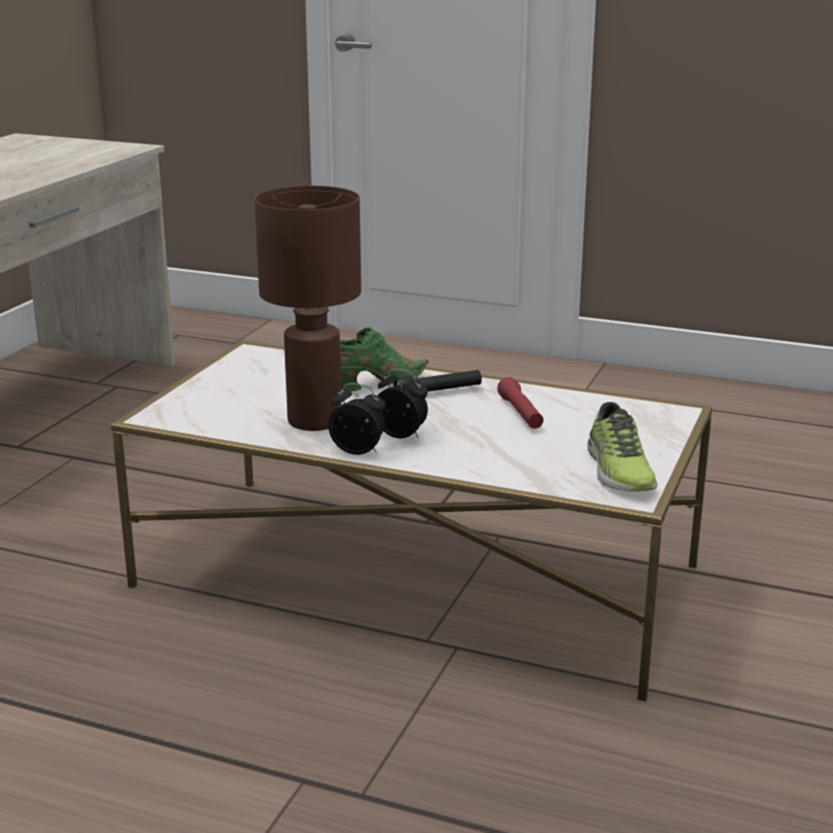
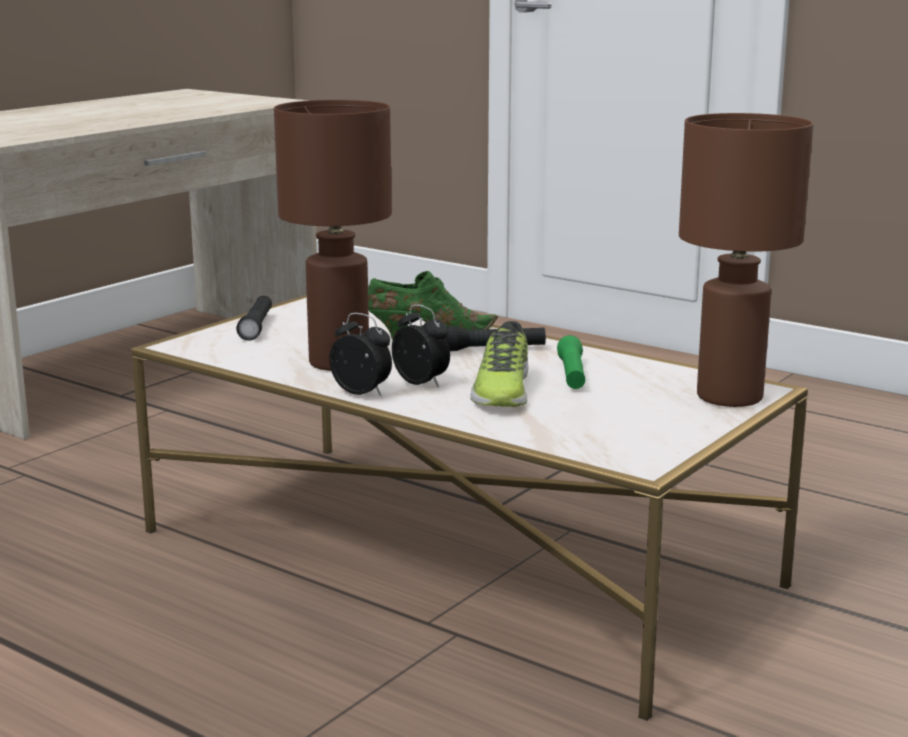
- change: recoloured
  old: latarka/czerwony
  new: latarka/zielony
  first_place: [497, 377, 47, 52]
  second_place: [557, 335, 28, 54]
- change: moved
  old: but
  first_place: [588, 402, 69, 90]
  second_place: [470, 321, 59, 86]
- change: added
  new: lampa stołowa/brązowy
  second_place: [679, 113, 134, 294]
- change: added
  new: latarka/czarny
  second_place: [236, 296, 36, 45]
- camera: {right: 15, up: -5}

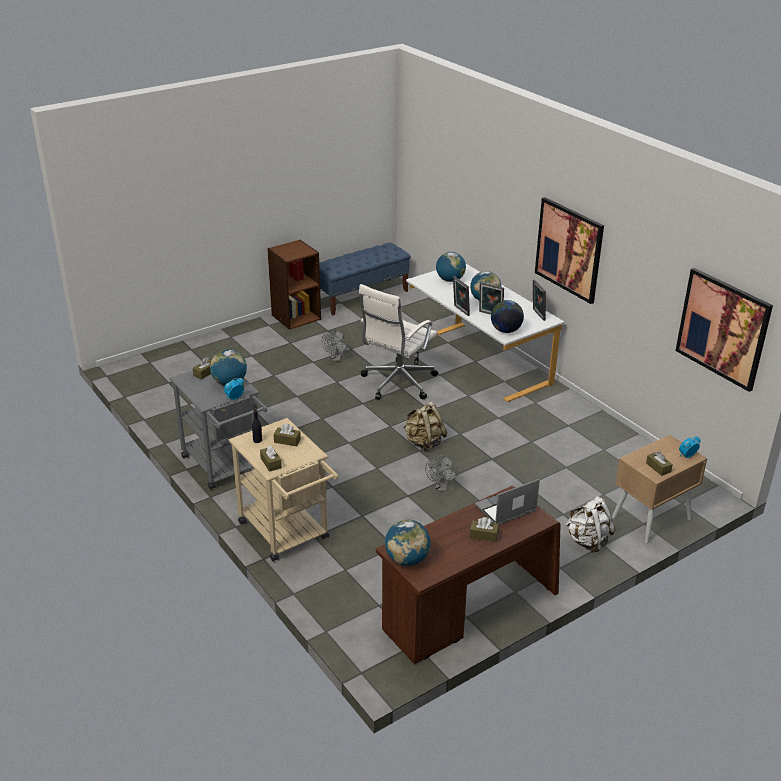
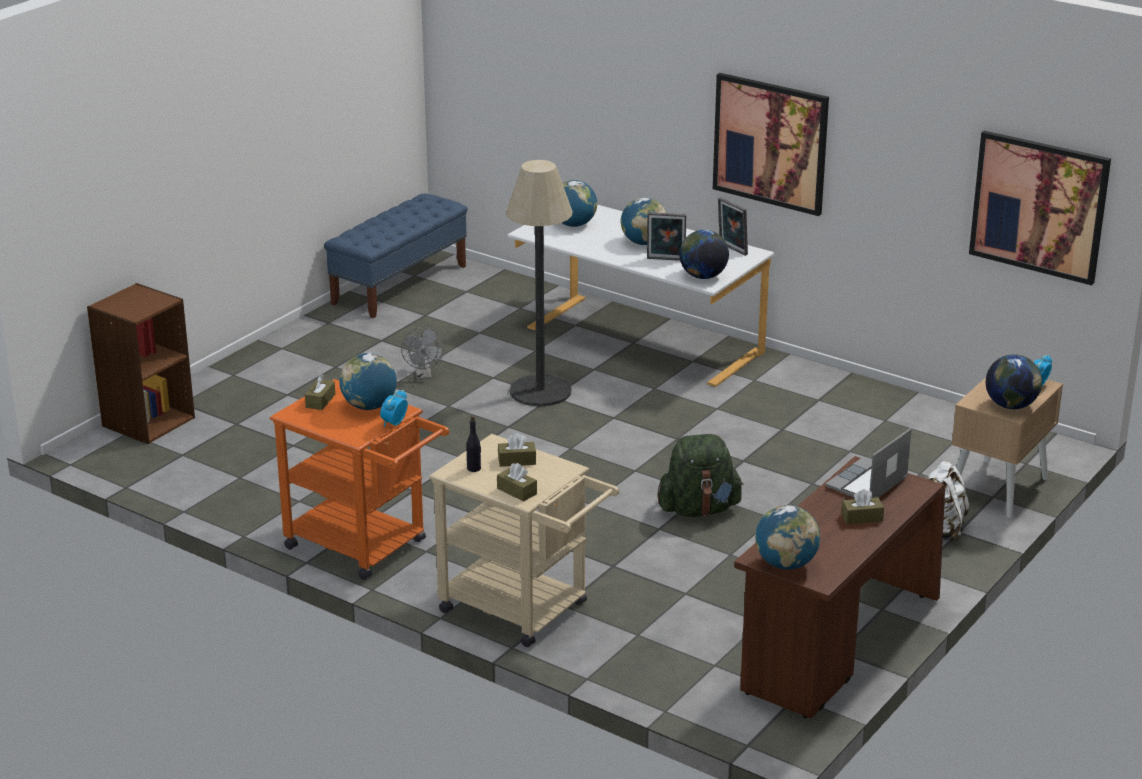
- change: moved
  old: regał/brązowy
  first_place: [267, 240, 54, 90]
  second_place: [87, 283, 108, 161]
- change: removed
  old: ramka na zdjęcie
  first_place: [453, 276, 17, 40]
- change: replaced
  old: krzesło biurowe/biały
  new: lampa stojąca
  first_place: [359, 284, 79, 116]
  second_place: [505, 160, 68, 246]
- change: recoloured
  old: wózek/szary
  new: wózek/pomarańczowy
  first_place: [170, 370, 97, 119]
  second_place: [270, 379, 179, 201]
- change: removed
  old: plecak/beżowy
  first_place: [403, 402, 44, 49]
- change: replaced
  old: pudełko chusteczek/brązowy
  new: globus
  first_place: [646, 452, 27, 24]
  second_place: [986, 354, 56, 55]
- change: replaced
  old: wentylator/szary
  new: plecak/zielony
  first_place: [425, 455, 33, 37]
  second_place: [657, 434, 87, 83]
- camera: {right: -20, up: -5}

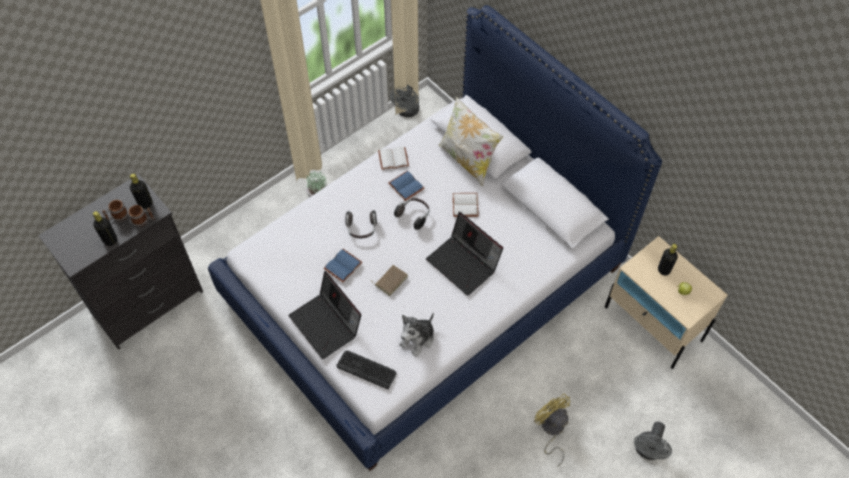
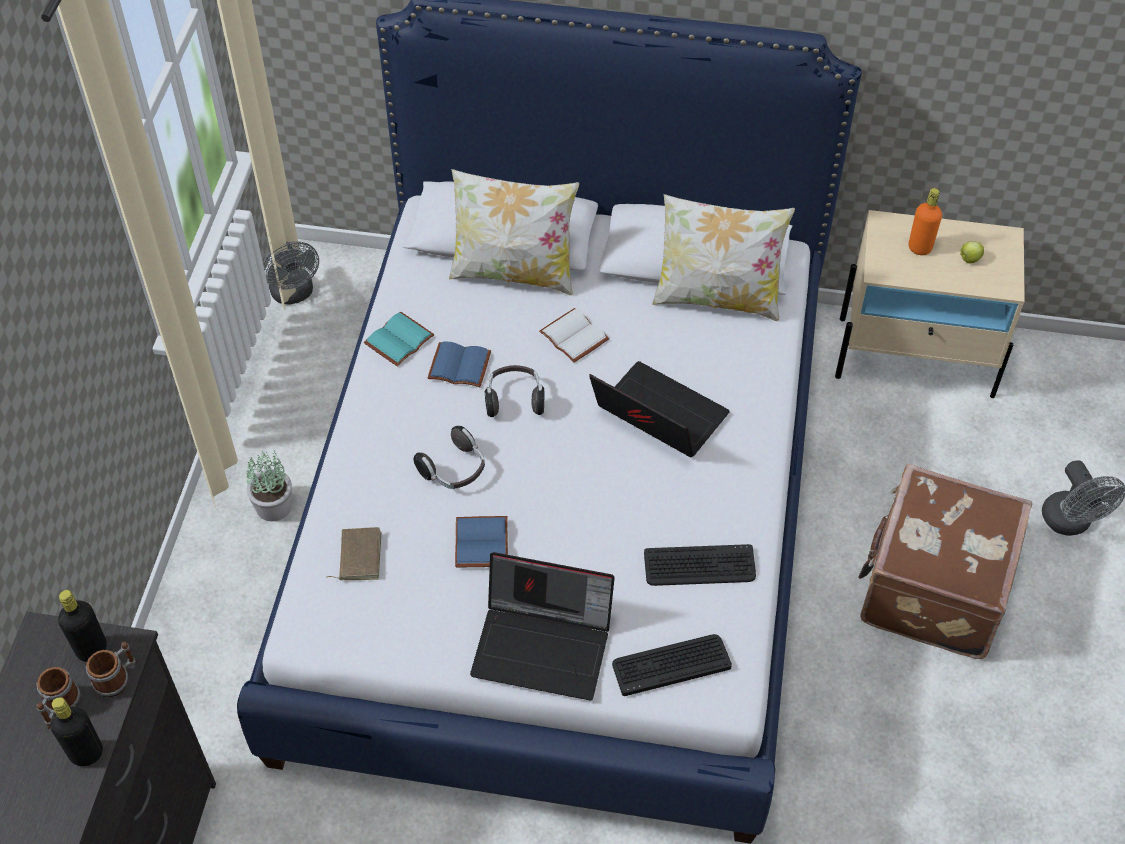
- change: recoloured
  old: książka/biały
  new: książka/turkusowy
  first_place: [378, 147, 31, 23]
  second_place: [364, 312, 70, 55]
- change: turned
  old: laptop
  first_place: [426, 212, 77, 84]
  second_place: [589, 361, 141, 96]
  degrees: -150
- change: recoloured
  old: butelka/czarny
  new: butelka/pomarańczowy
  first_place: [658, 244, 20, 32]
  second_place: [909, 188, 33, 67]
- change: moved
  old: książka/brązowy
  first_place: [370, 265, 38, 31]
  second_place: [327, 527, 54, 53]
- change: replaced
  old: pluszak
  new: klawiatura
  first_place: [399, 313, 35, 44]
  second_place: [644, 544, 112, 42]
- change: replaced
  old: wentylator/żółty
  new: walizka/brązowy
  first_place: [534, 393, 36, 73]
  second_place: [858, 464, 174, 195]
- change: added
  new: poduszka
  second_place: [652, 194, 143, 127]
- camera: {right: -40, up: -5}

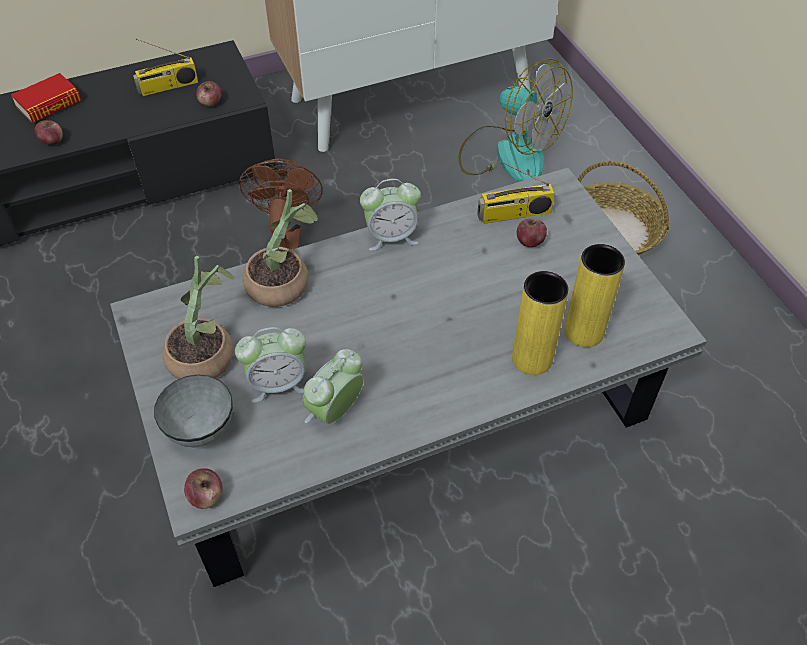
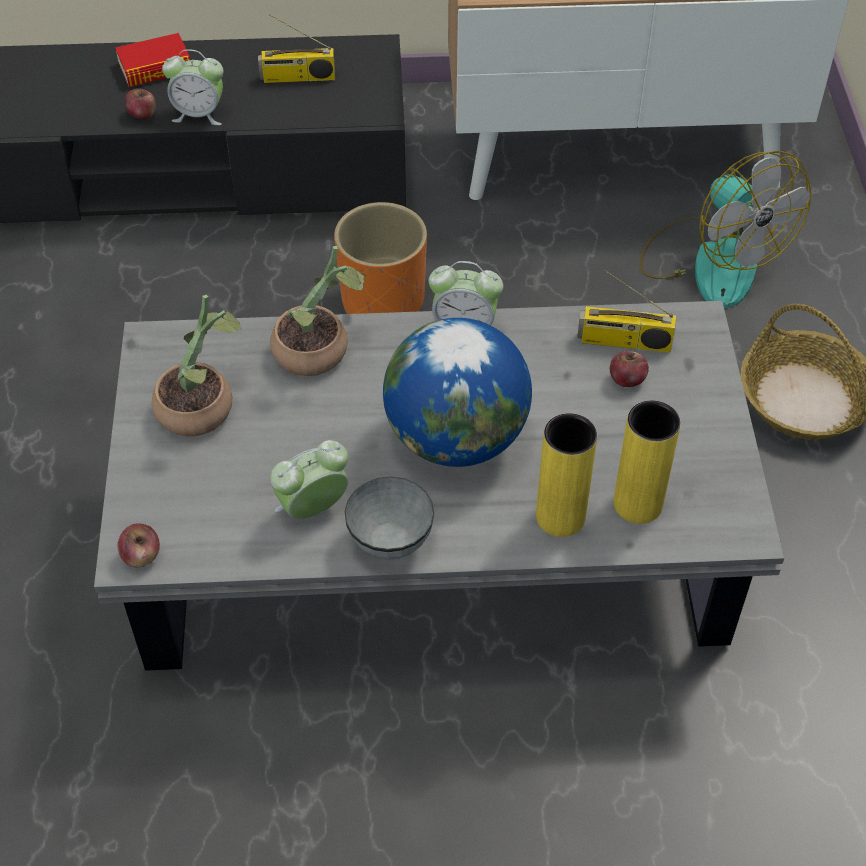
- change: removed
  old: jabłko
  first_place: [196, 81, 25, 26]
- change: replaced
  old: wentylator/brązowy
  new: donica/pomarańczowy
  first_place: [239, 159, 84, 91]
  second_place: [334, 202, 93, 112]
- change: moved
  old: budzik
  first_place: [235, 327, 71, 76]
  second_place: [162, 49, 61, 76]
- change: moved
  old: miska/szary
  first_place: [154, 374, 79, 73]
  second_place: [345, 477, 89, 83]
- change: added
  new: globus
  second_place: [383, 318, 149, 149]
- camera: {right: 20, up: 0}

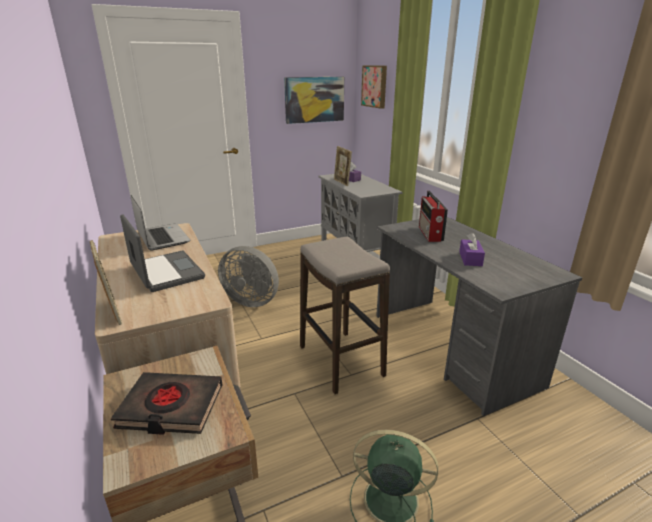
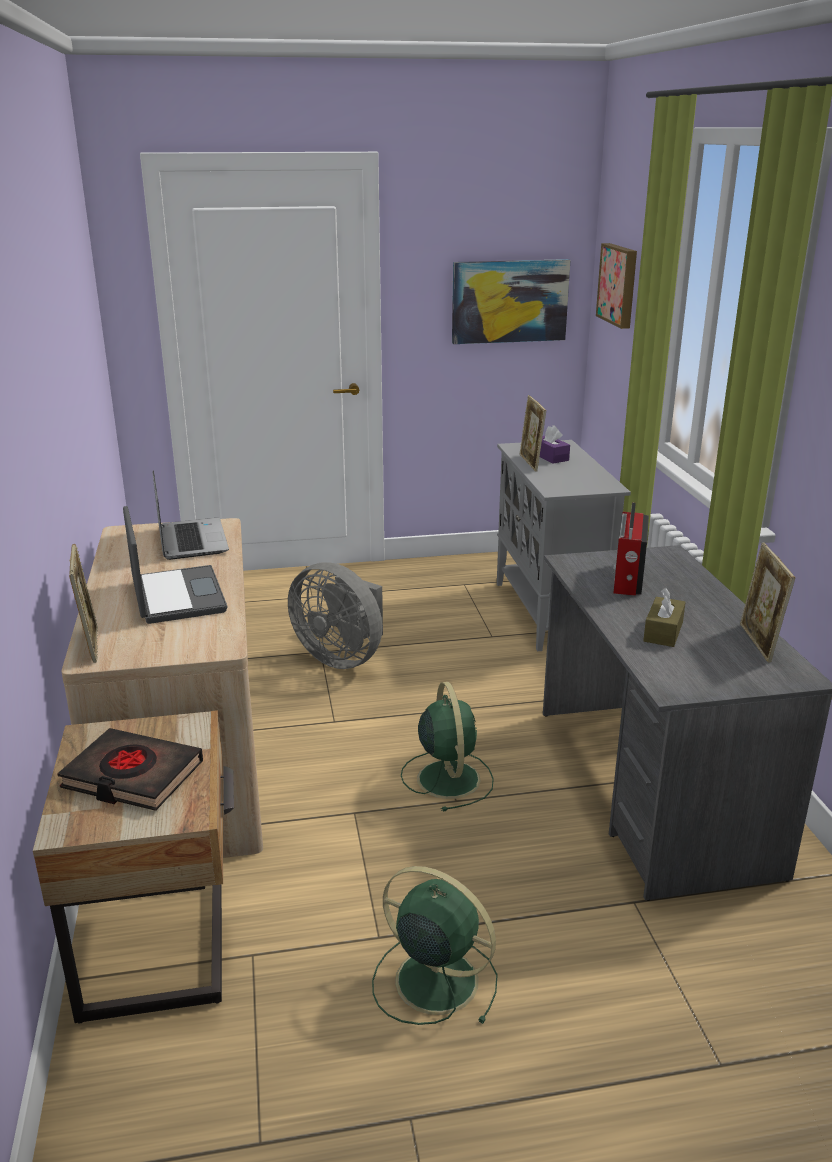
- change: recoloured
  old: pudełko chusteczek/fioletowy
  new: pudełko chusteczek/brązowy
  first_place: [459, 233, 26, 33]
  second_place: [643, 588, 43, 59]
- change: replaced
  old: stołek
  new: wentylator/zielony
  first_place: [300, 237, 90, 157]
  second_place: [401, 682, 93, 129]
- change: added
  new: ramka na zdjęcie
  second_place: [740, 543, 55, 120]
- camera: {right: 15, up: 0}

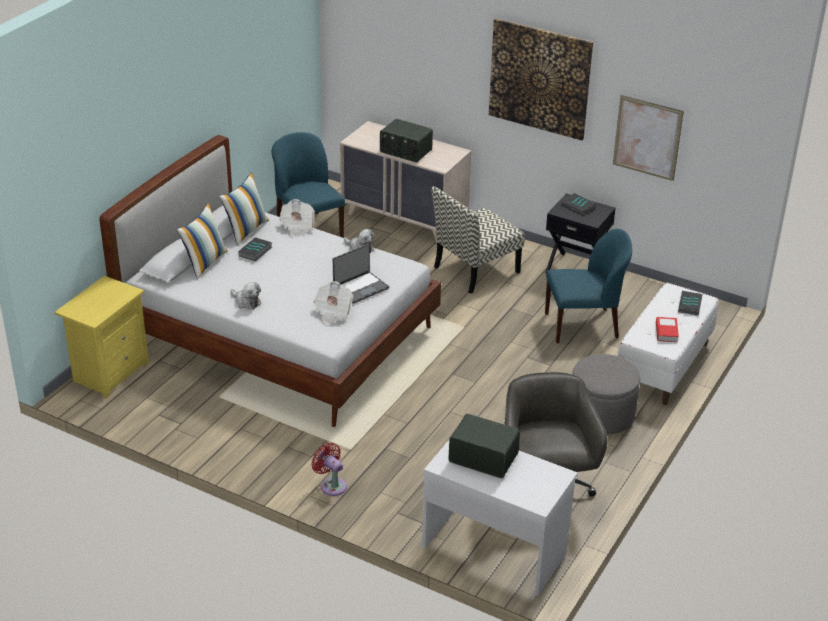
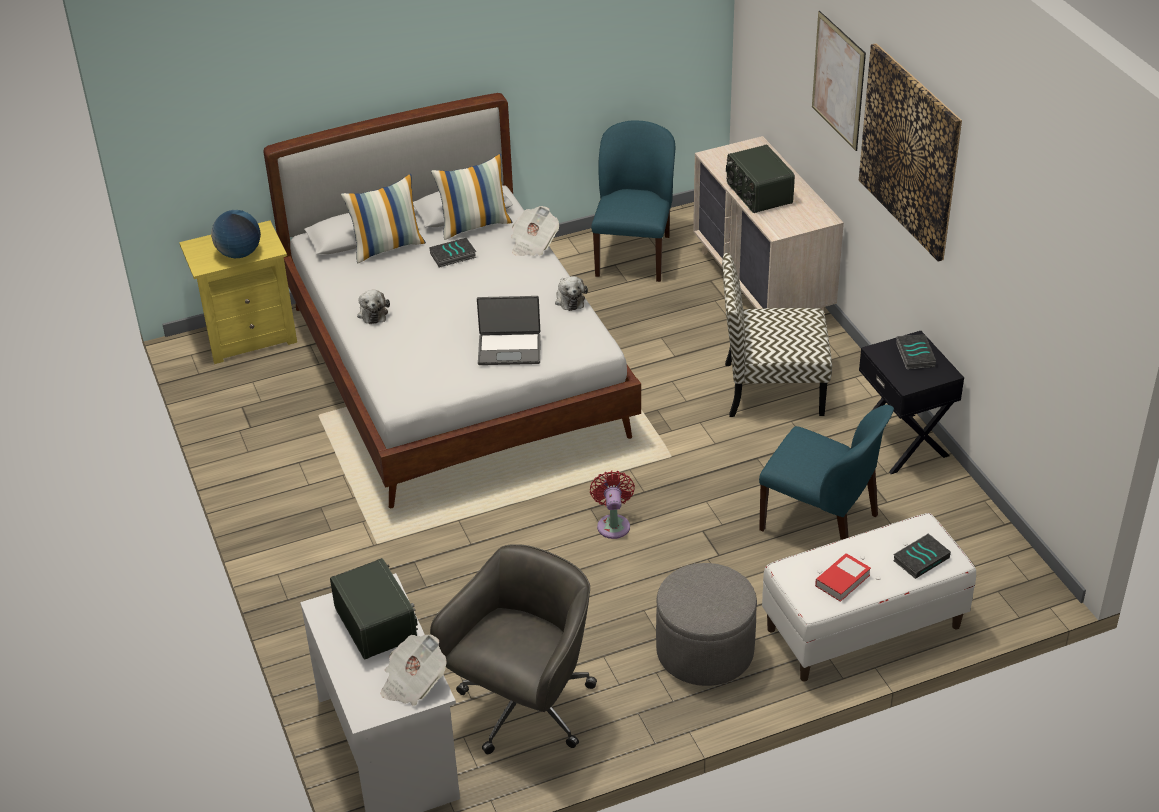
- change: moved
  old: obraz
  first_place: [613, 95, 71, 86]
  second_place: [812, 11, 54, 140]
- change: moved
  old: gazeta
  first_place: [314, 281, 39, 43]
  second_place: [380, 634, 67, 72]
- change: moved
  old: wentylator/czerwony
  first_place: [311, 443, 36, 53]
  second_place: [590, 471, 45, 68]
- change: added
  new: globus
  second_place: [211, 210, 50, 48]
- camera: {right: 40, up: 5}

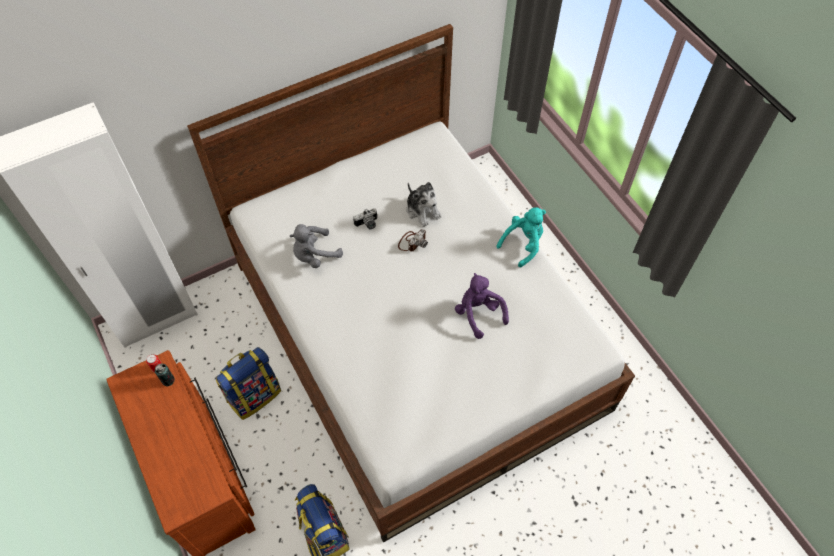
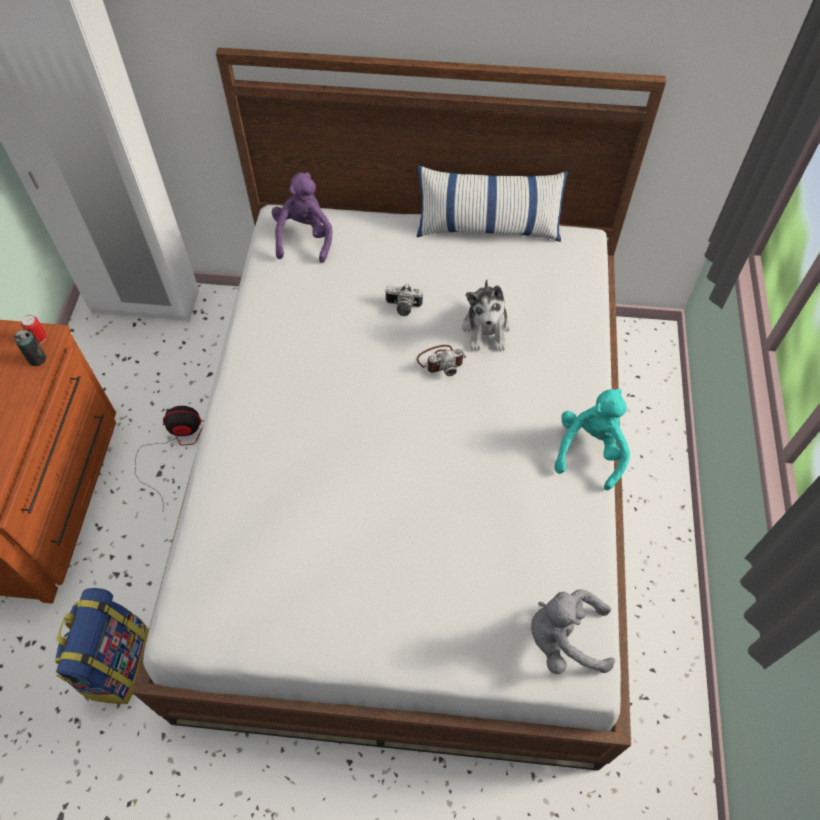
- change: turned
  old: pluszak/turkusowy
  first_place: [496, 207, 50, 60]
  second_place: [554, 388, 76, 102]
  degrees: -60
- change: moved
  old: pluszak/szary
  first_place: [290, 224, 53, 44]
  second_place: [531, 589, 84, 85]
- change: moved
  old: pluszak/fioletowy
  first_place: [455, 273, 54, 66]
  second_place: [272, 172, 61, 91]
- change: replaced
  old: plecak
  new: wentylator
  first_place: [216, 347, 65, 73]
  second_place: [135, 406, 69, 99]
- change: added
  new: poduszka
  second_place: [416, 165, 152, 77]
- camera: {right: 35, up: 0}

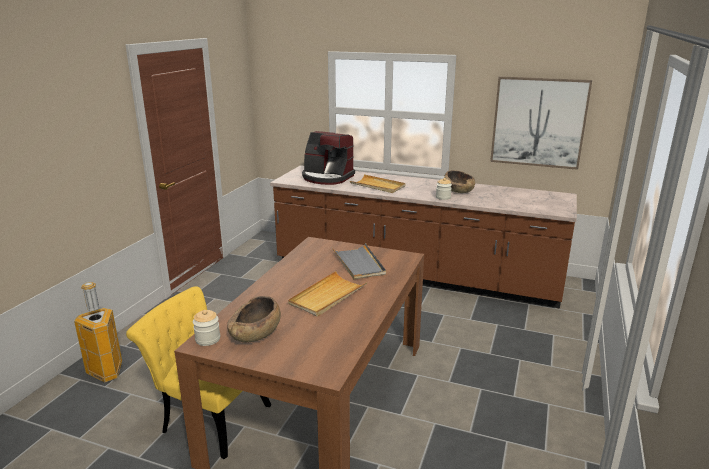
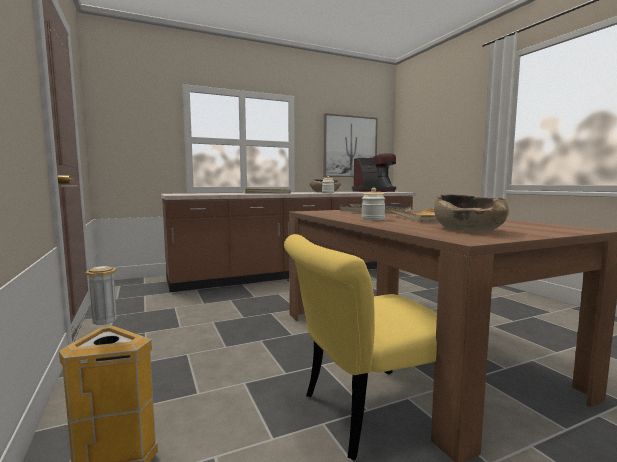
- change: moved
  old: ekspres do kawy
  first_place: [302, 131, 53, 54]
  second_place: [352, 153, 44, 39]
- change: moved
  old: słoik
  first_place: [193, 310, 27, 36]
  second_place: [361, 188, 25, 32]
- camera: {right: -45, up: -15}

